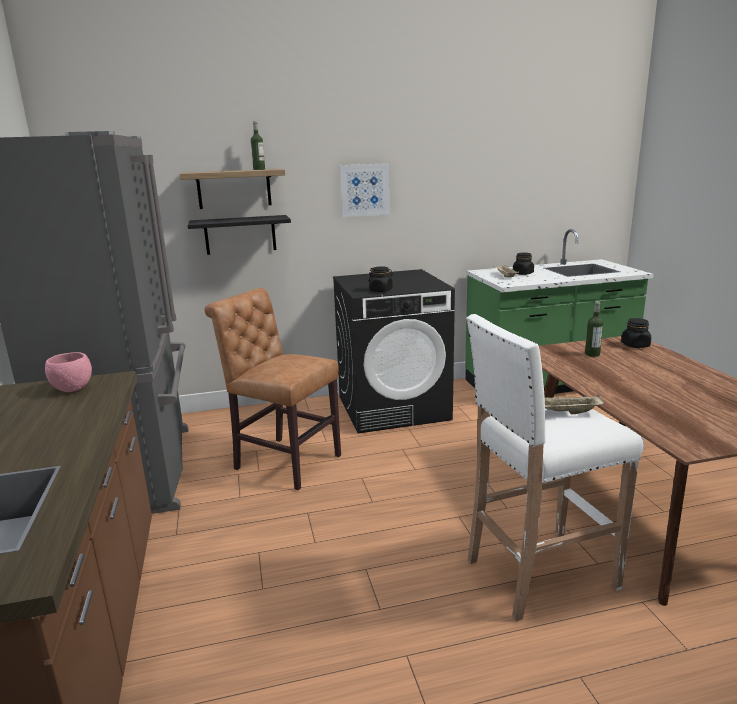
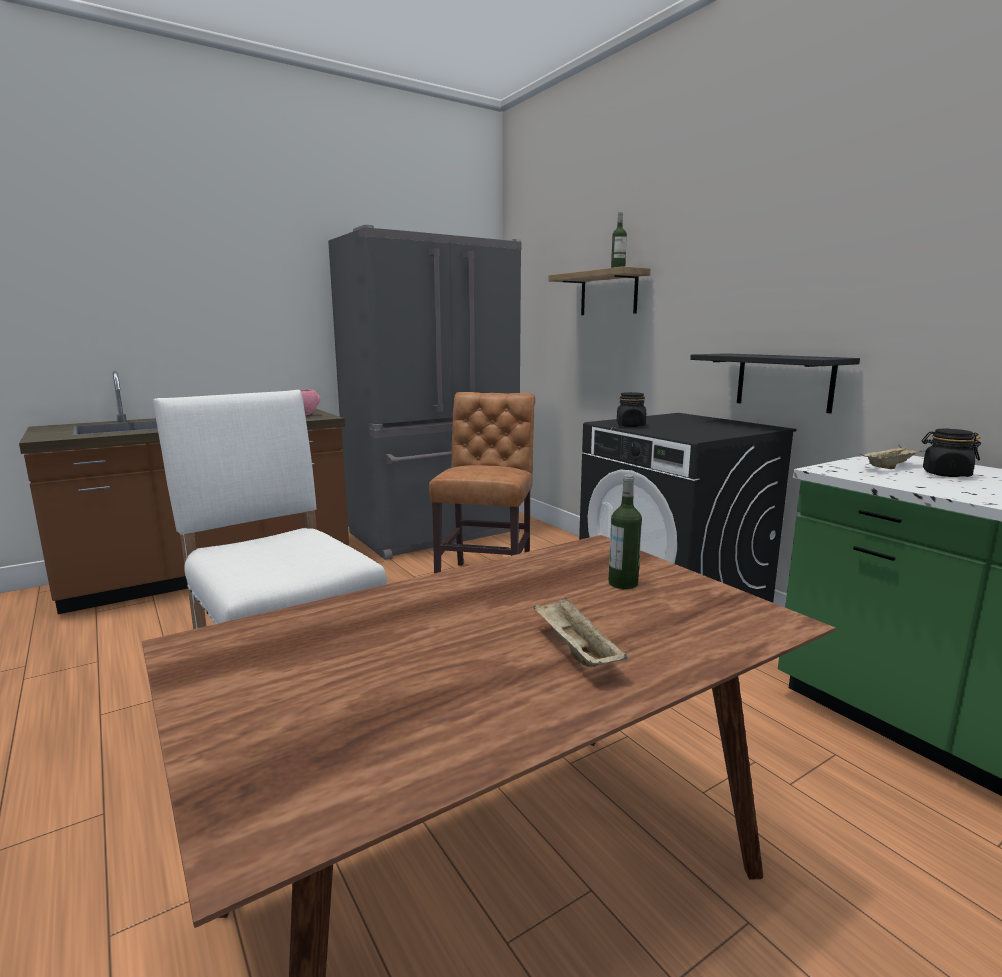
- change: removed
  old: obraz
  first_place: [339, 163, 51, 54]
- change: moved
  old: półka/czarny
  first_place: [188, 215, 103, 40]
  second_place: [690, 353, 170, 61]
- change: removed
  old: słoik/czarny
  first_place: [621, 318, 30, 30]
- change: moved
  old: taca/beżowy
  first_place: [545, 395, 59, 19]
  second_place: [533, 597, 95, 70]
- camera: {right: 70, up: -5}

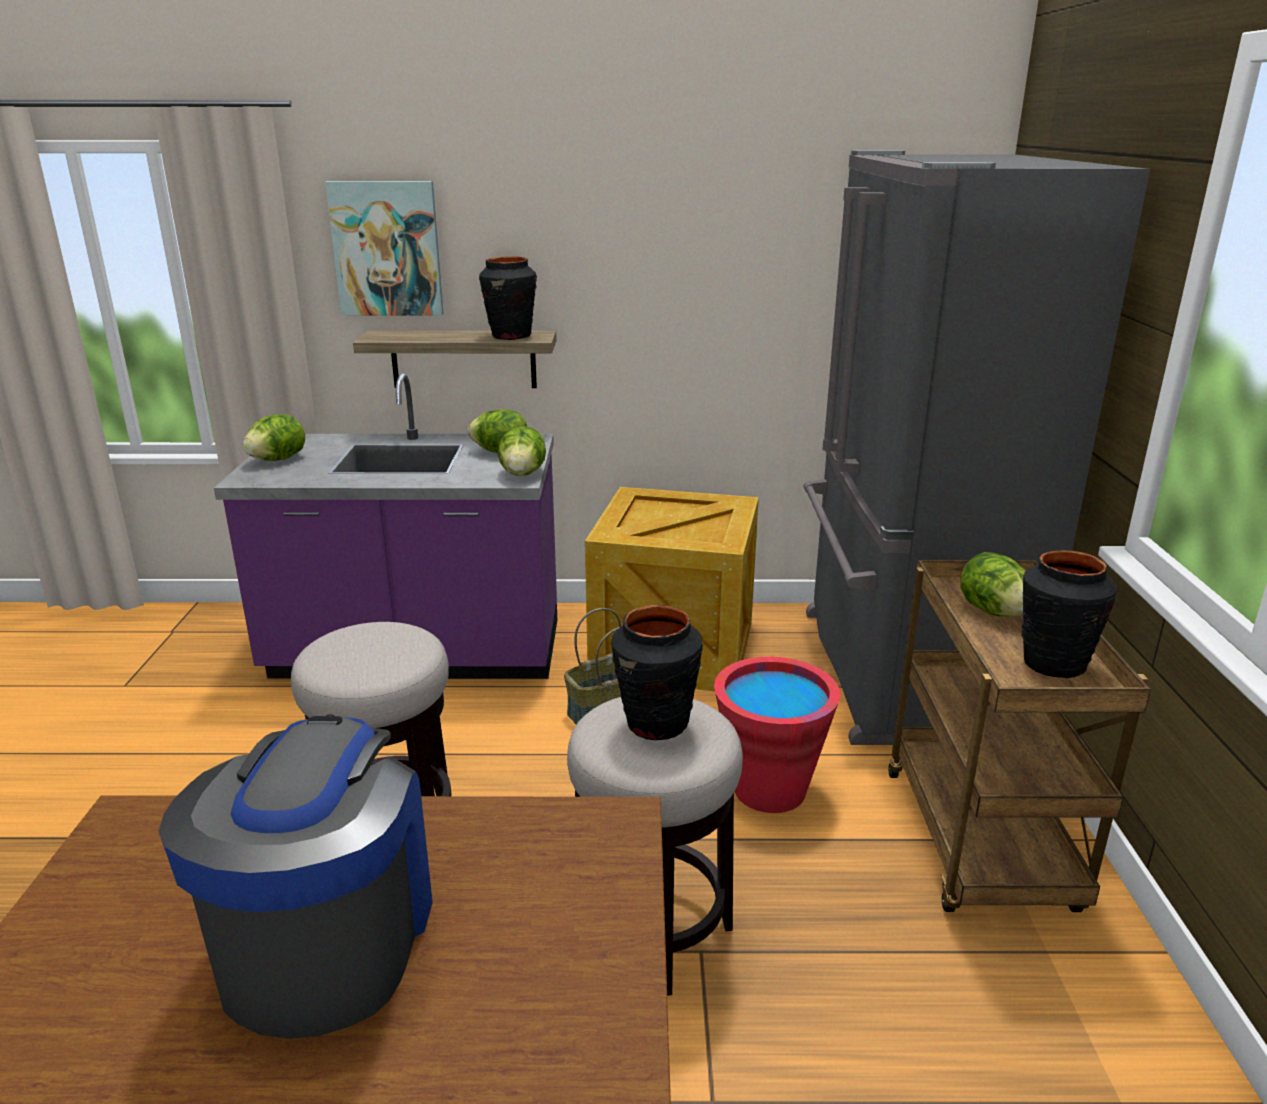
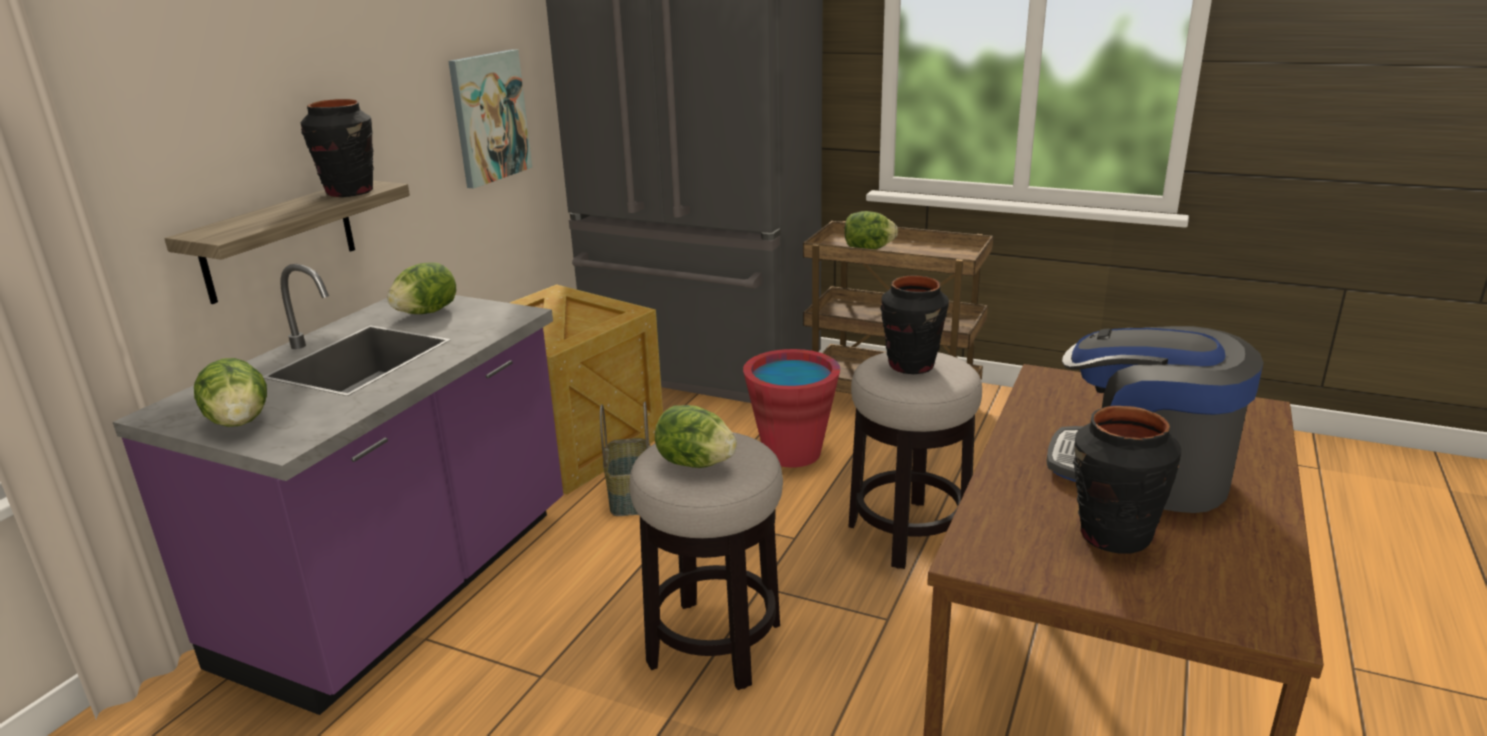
- change: moved
  old: obraz
  first_place: [325, 181, 119, 135]
  second_place: [448, 49, 84, 140]
- change: moved
  old: sałata
  first_place: [498, 426, 48, 50]
  second_place: [655, 405, 82, 63]
- change: moved
  old: wazon/czarny
  first_place: [1021, 550, 96, 128]
  second_place: [1073, 406, 108, 148]
- camera: {right: -65, up: 0}

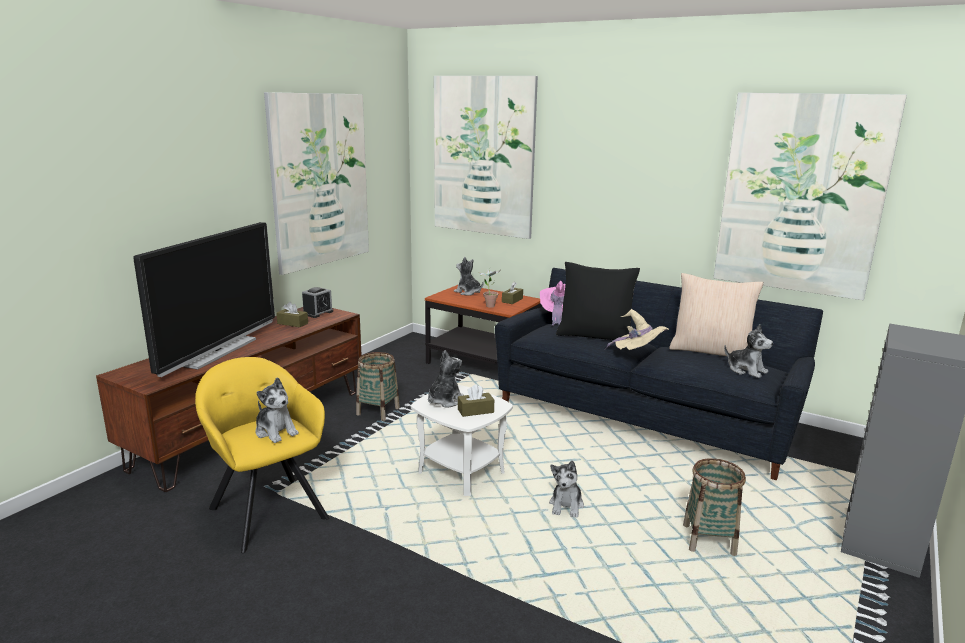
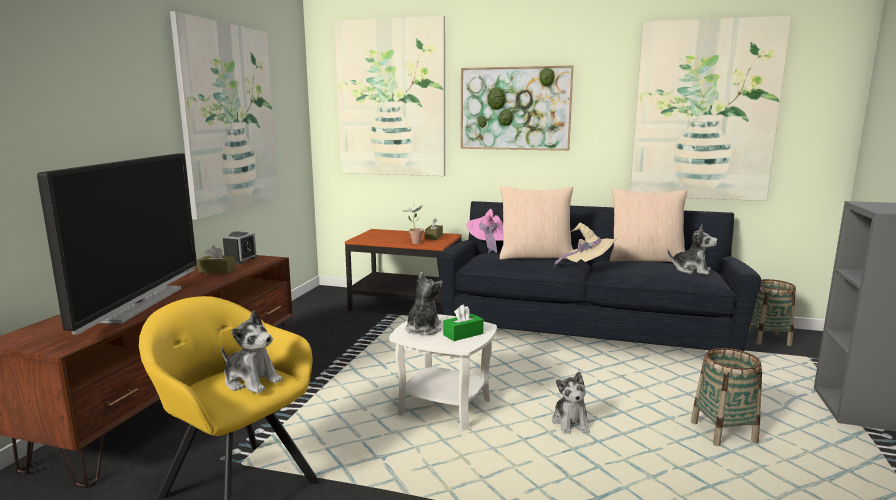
- change: removed
  old: pluszak
  first_place: [454, 257, 30, 39]
- change: recoloured
  old: poduszka/czarny
  new: poduszka/beżowy
  first_place: [556, 262, 84, 78]
  second_place: [500, 187, 73, 73]
- change: moved
  old: koszyk
  first_place: [356, 352, 44, 69]
  second_place: [748, 279, 48, 67]
- change: recoloured
  old: pudełko chusteczek/brązowy
  new: pudełko chusteczek/zielony
  first_place: [458, 384, 36, 33]
  second_place: [443, 304, 41, 37]
- change: added
  new: obraz
  second_place: [460, 65, 114, 86]
- camera: {right: -15, up: -5}

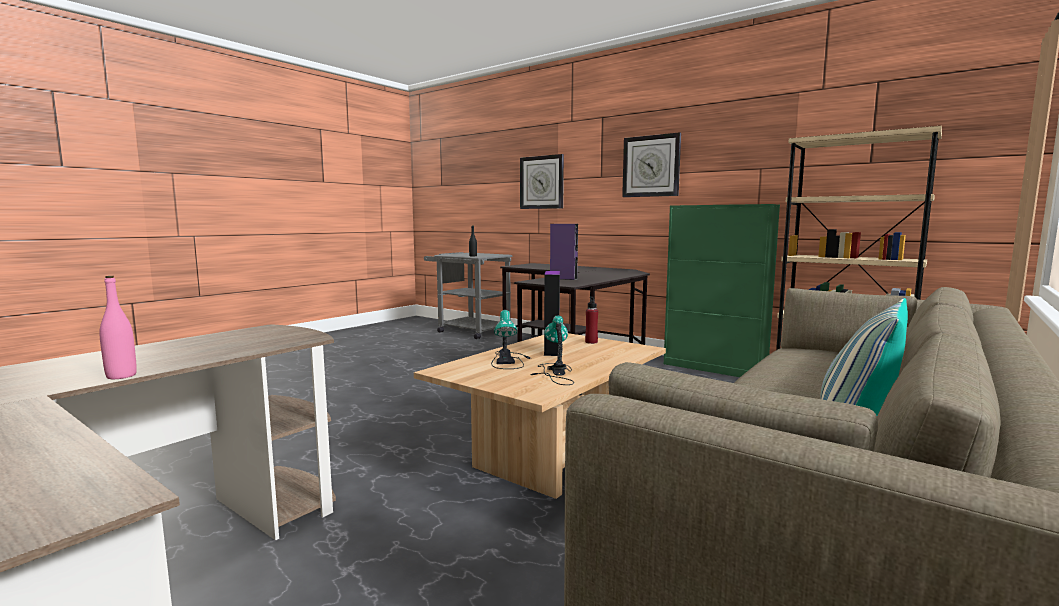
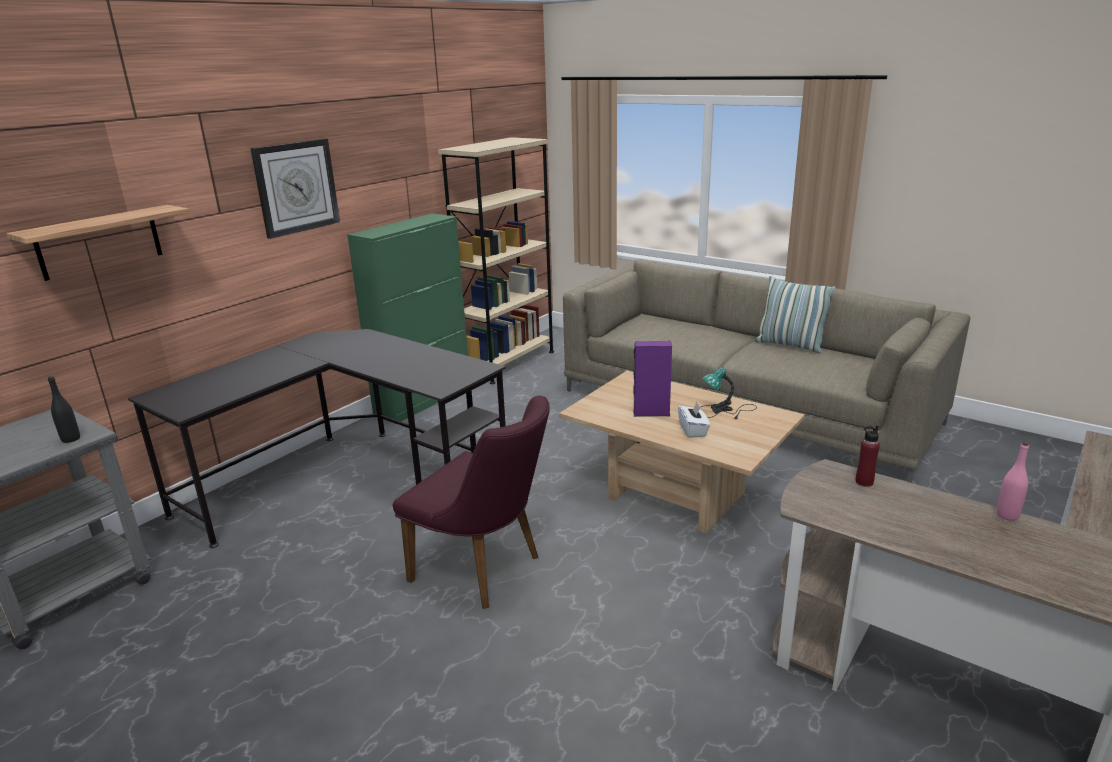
- change: replaced
  old: zegar ścienny
  new: półka
  first_place: [520, 154, 44, 55]
  second_place: [6, 205, 184, 76]
- change: removed
  old: głośnik/fioletowy
  first_place: [550, 224, 28, 56]
- change: moved
  old: butelka/czerwony
  first_place: [585, 296, 13, 48]
  second_place: [855, 425, 25, 62]
- change: replaced
  old: lampa stołowa
  new: pudełko chusteczek/biały
  first_place: [491, 310, 39, 59]
  second_place: [678, 402, 32, 36]
- change: added
  new: krzesło/fioletowy
  second_place: [393, 396, 157, 213]
- camera: {right: -90, up: 15}

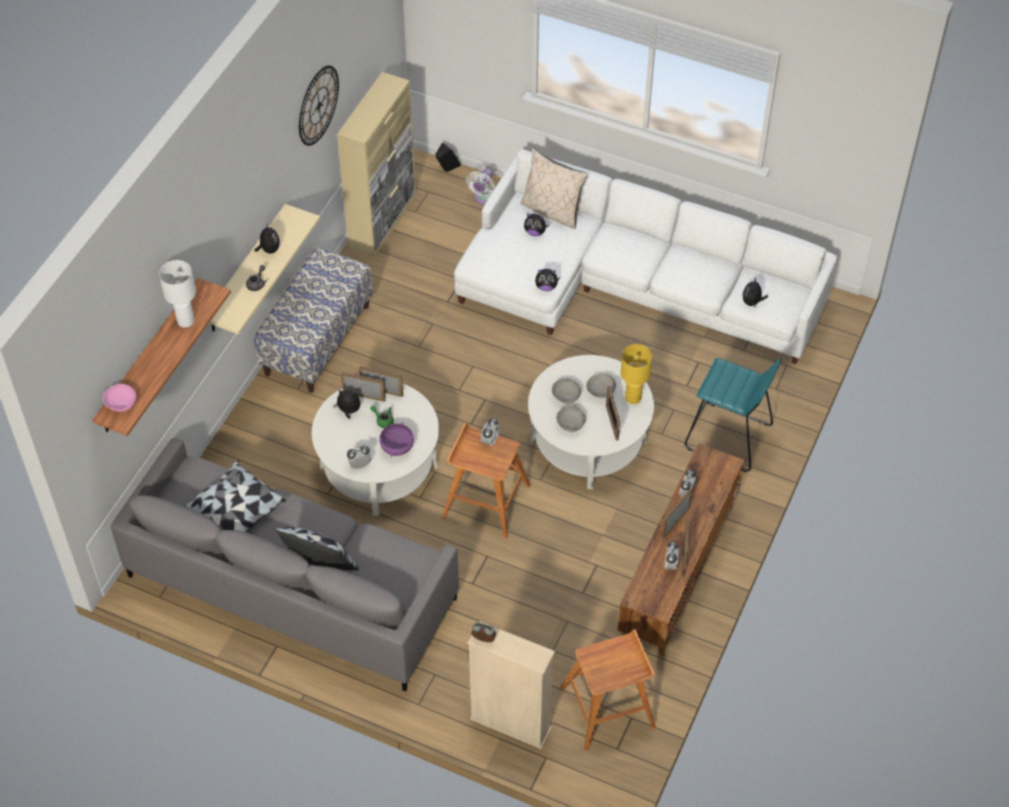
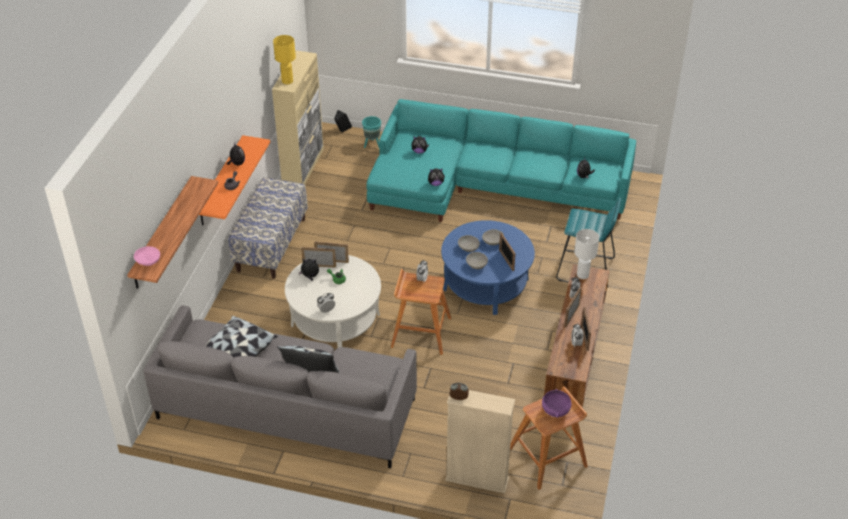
- change: removed
  old: zegar ścienny
  first_place: [299, 66, 40, 80]
- change: removed
  old: poduszka/beżowy
  first_place: [521, 149, 67, 80]
- change: recoloured
  old: kanapa/biały
  new: kanapa/turkusowy
  first_place: [454, 150, 383, 214]
  second_place: [366, 99, 270, 123]
- change: replaced
  old: wentylator/biały
  new: donica/turkusowy
  first_place: [466, 169, 29, 36]
  second_place: [362, 116, 19, 32]
- change: recoloured
  old: półka/beżowy
  new: półka/pomarańczowy
  first_place: [209, 204, 111, 131]
  second_place: [199, 135, 71, 90]
- change: moved
  old: lampa stołowa/biały
  first_place: [159, 260, 37, 67]
  second_place: [574, 229, 25, 50]
- change: moved
  old: lampa stołowa/żółty
  first_place: [621, 344, 31, 60]
  second_place: [273, 35, 23, 49]
- change: recoloured
  old: ława/biały
  new: ława/niebieski
  first_place: [528, 355, 126, 134]
  second_place: [441, 220, 94, 95]
- change: moved
  old: miska/fioletowy
  first_place: [379, 422, 35, 35]
  second_place: [542, 389, 29, 29]
- camera: {right: -10, up: -10}

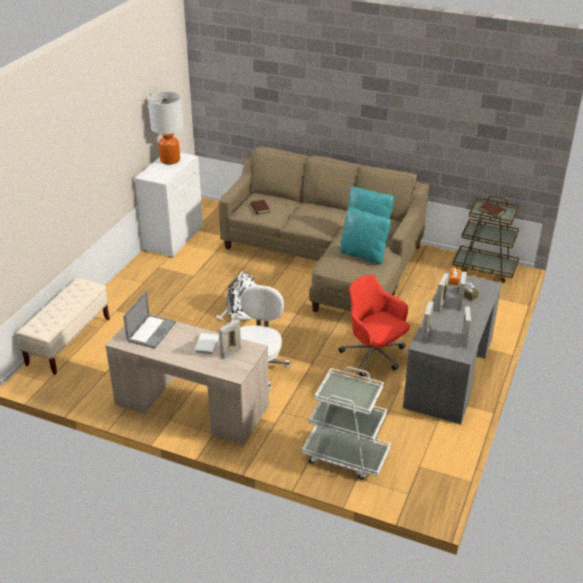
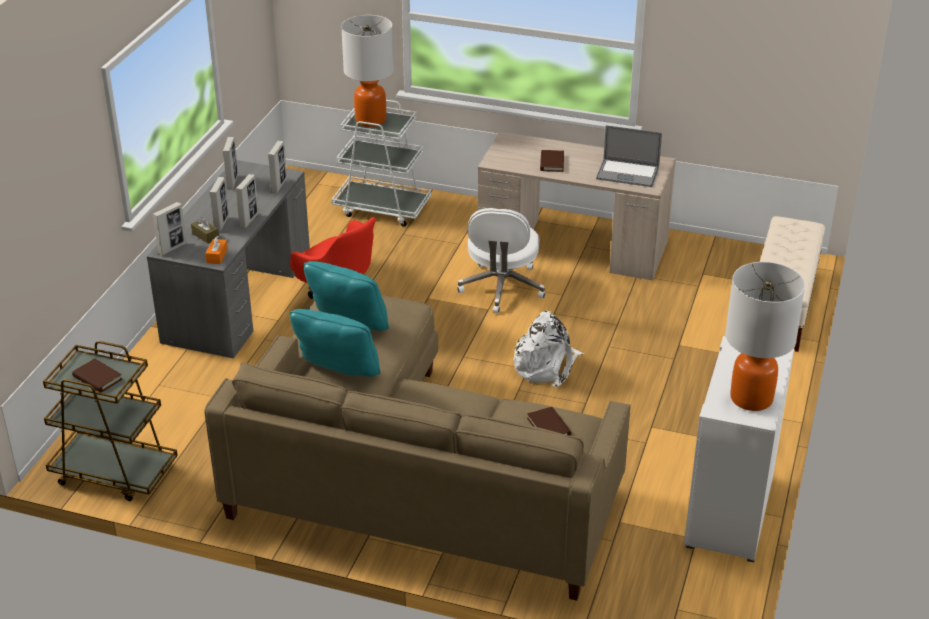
- change: turned
  old: laptop
  first_place: [123, 291, 53, 57]
  second_place: [596, 125, 66, 62]
  degrees: -90
- change: moved
  old: ramka na zdjęcie
  first_place: [219, 319, 22, 40]
  second_place: [152, 202, 34, 54]
- change: recoloured
  old: książka/biały
  new: książka/brązowy
  first_place: [195, 333, 24, 22]
  second_place: [540, 150, 24, 22]
- change: added
  new: lampa stołowa
  second_place: [341, 15, 53, 112]
- camera: {right: 175, up: 0}

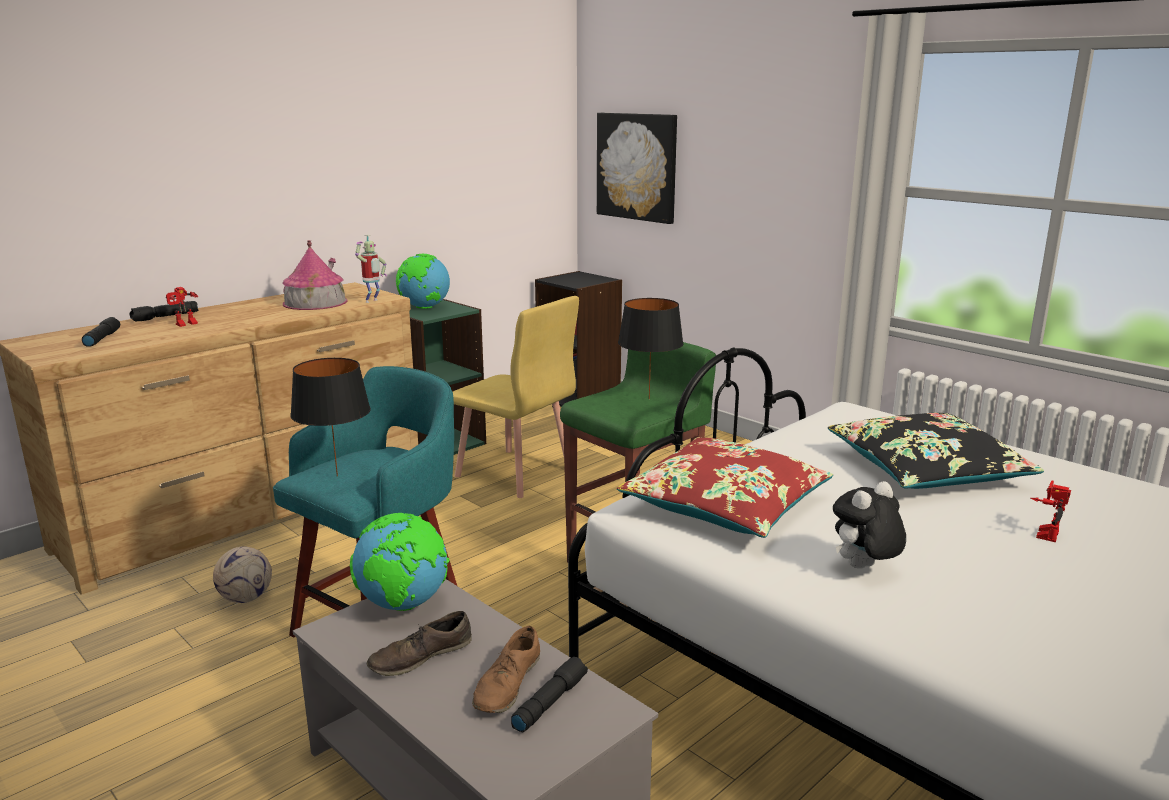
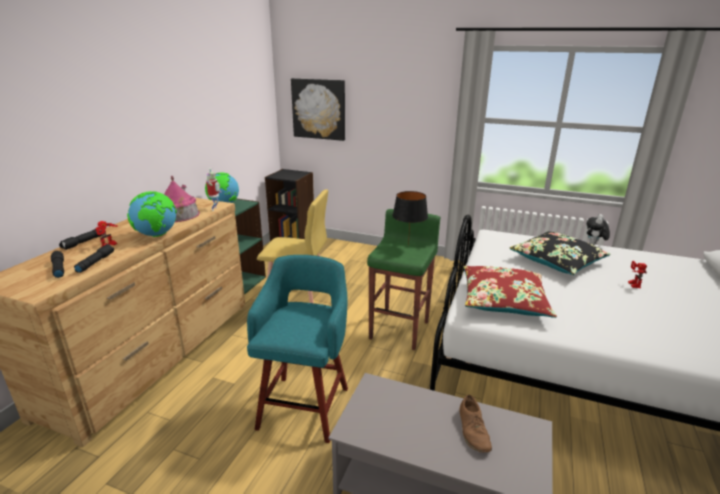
- change: removed
  old: lampa stołowa/czarny
  first_place: [290, 358, 81, 118]
- change: moved
  old: pluszak
  first_place: [833, 481, 73, 88]
  second_place: [587, 214, 23, 31]
- change: moved
  old: globus
  first_place: [350, 513, 99, 98]
  second_place: [127, 191, 50, 46]
- change: removed
  old: piłka futbolowa
  first_place: [213, 546, 59, 57]
- change: removed
  old: but/brązowy
  first_place: [367, 611, 105, 65]
- change: moved
  old: latarka/czarny
  first_place: [511, 657, 77, 76]
  second_place: [74, 244, 40, 29]
- camera: {right: -25, up: 5}

